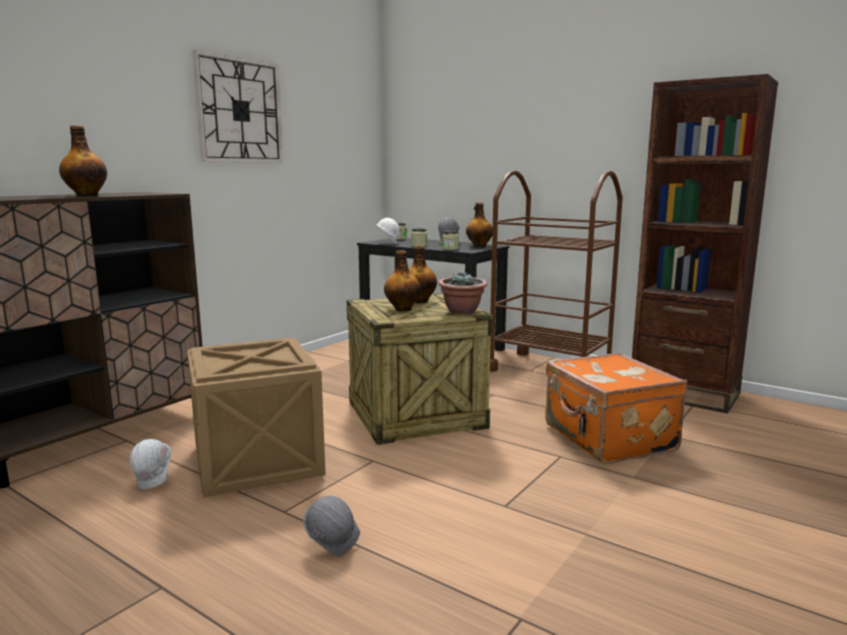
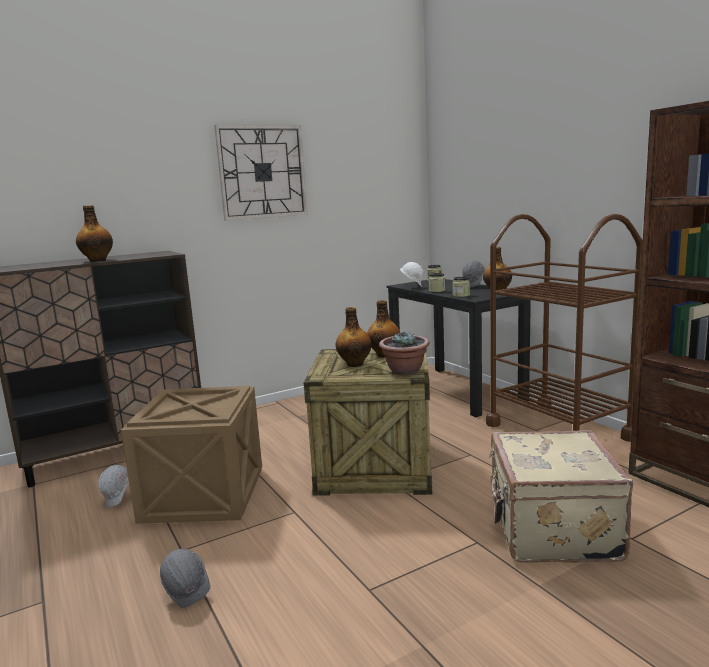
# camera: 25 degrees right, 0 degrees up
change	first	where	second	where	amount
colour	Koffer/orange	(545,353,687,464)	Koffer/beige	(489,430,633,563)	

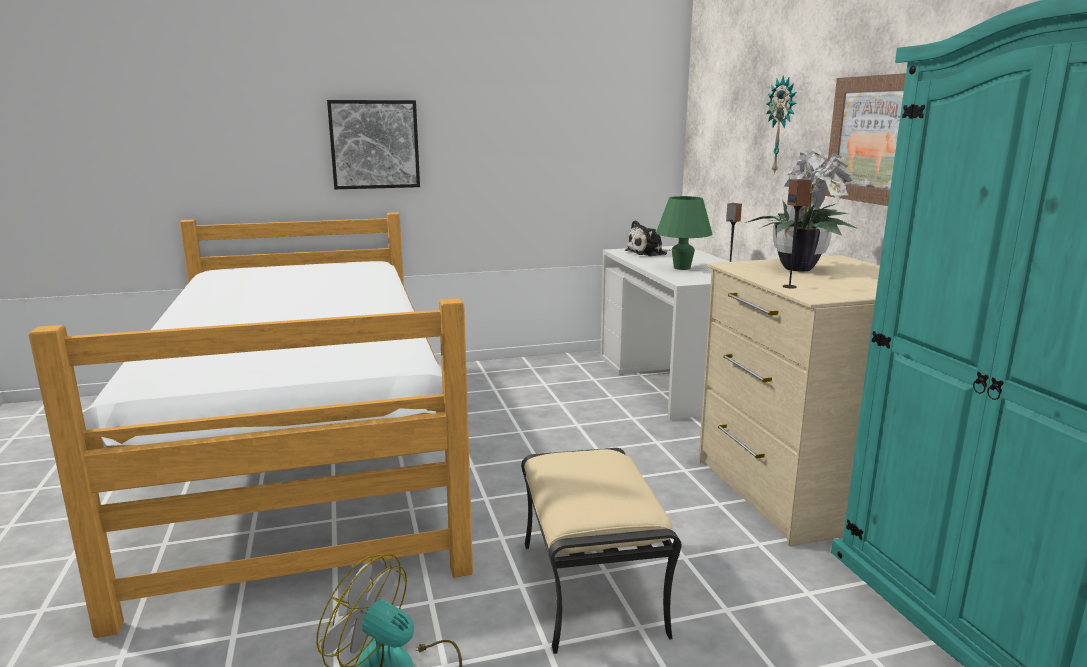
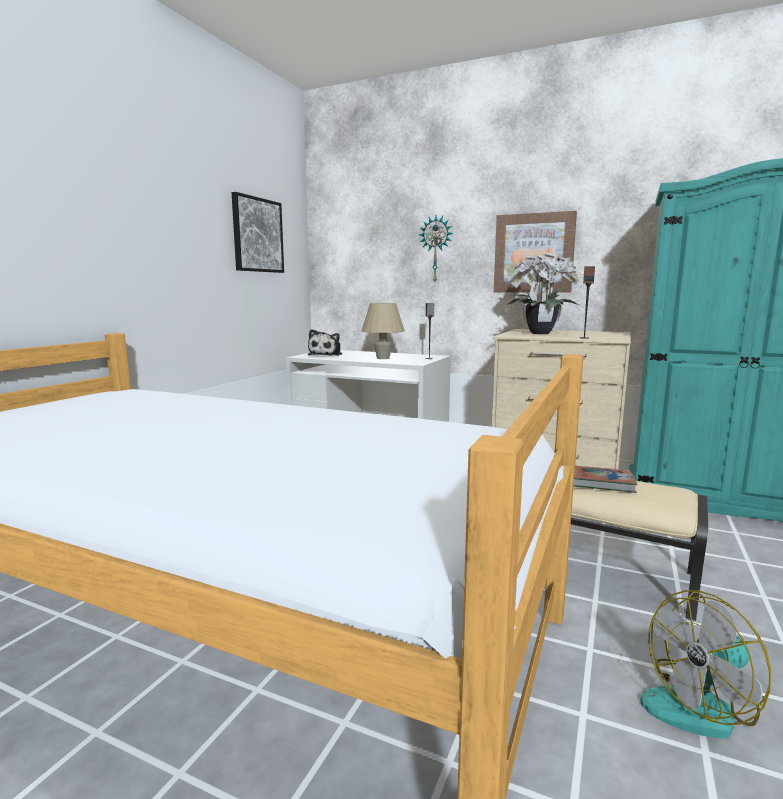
# camera: 50 degrees left, 5 degrees down
change	first	where	second	where	amount
relocated	Bild	(327,100,420,189)		(232,192,284,273)	
colour	Tischlampe/grün	(656,196,712,270)	Tischlampe/beige	(362,303,405,359)	
appeared			Buch	(574,466,638,493)	

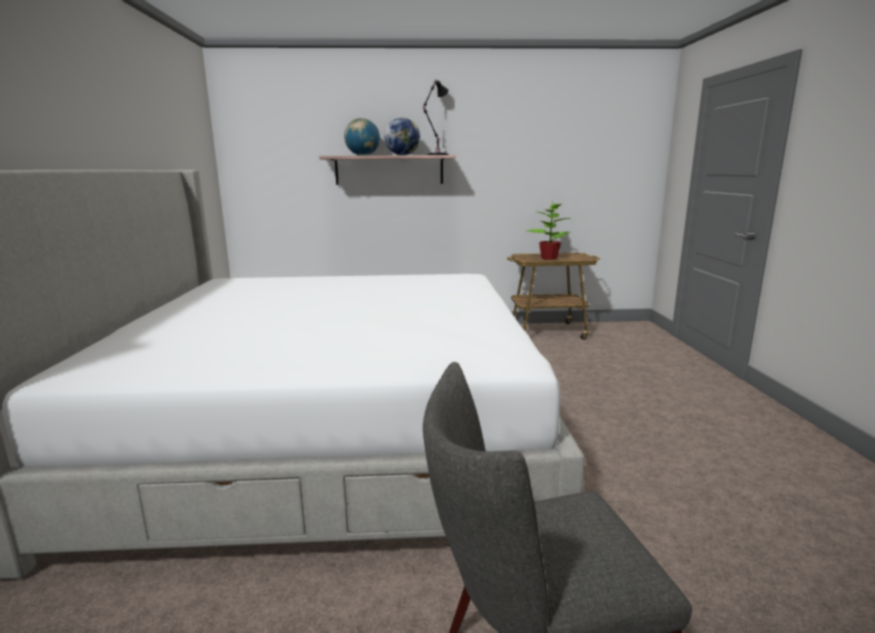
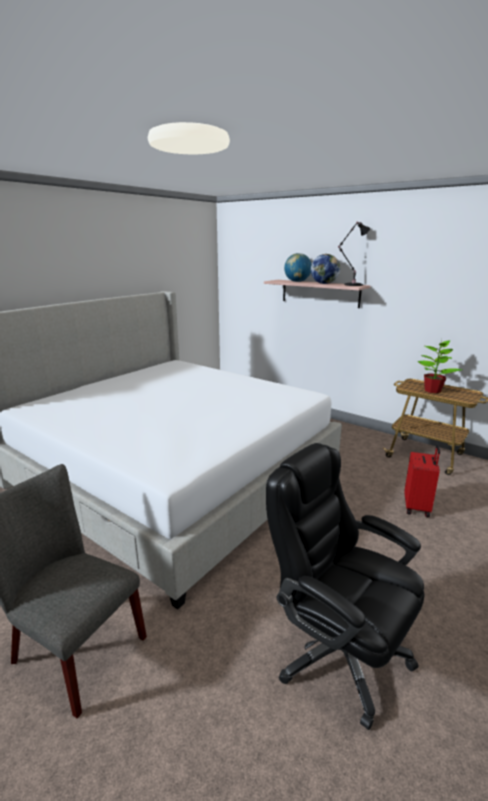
# camera: 40 degrees right, 5 degrees up
change	first	where	second	where	amount
appeared			Bürostuhl/schwarz	(266,443,425,730)	
appeared			Koffer/rot	(404,445,440,517)	

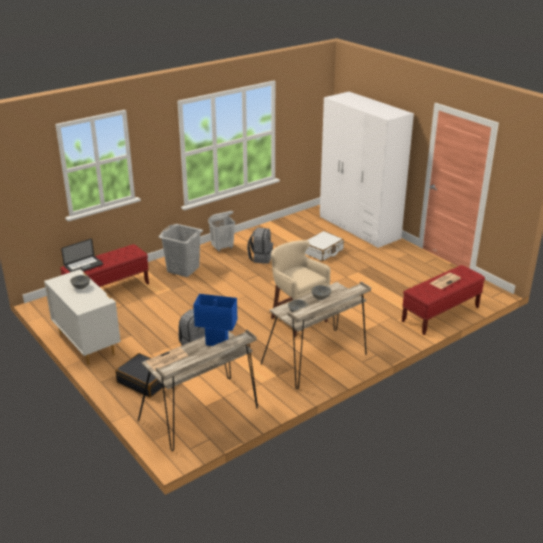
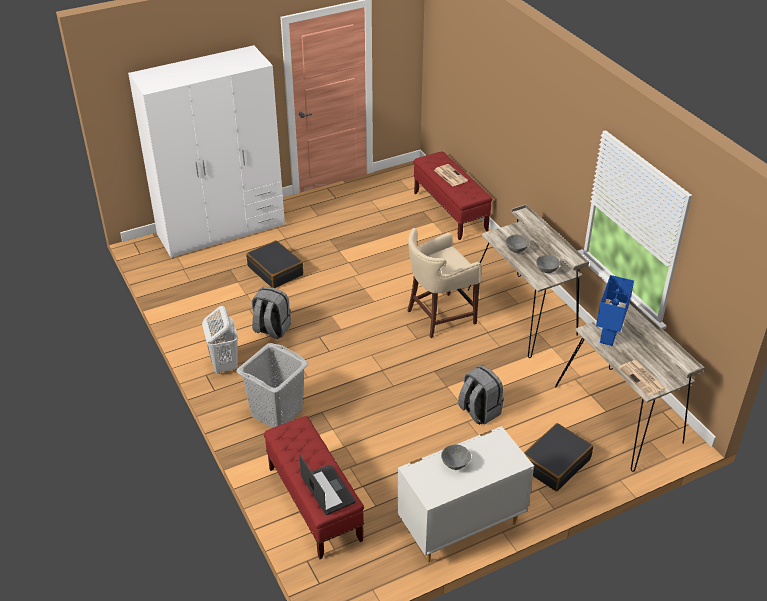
# camera: 80 degrees left, 10 degrees up
change	first	where	second	where	amount
colour	Koffer/weiß	(305,231,344,261)	Koffer/schwarz	(246,240,303,288)	

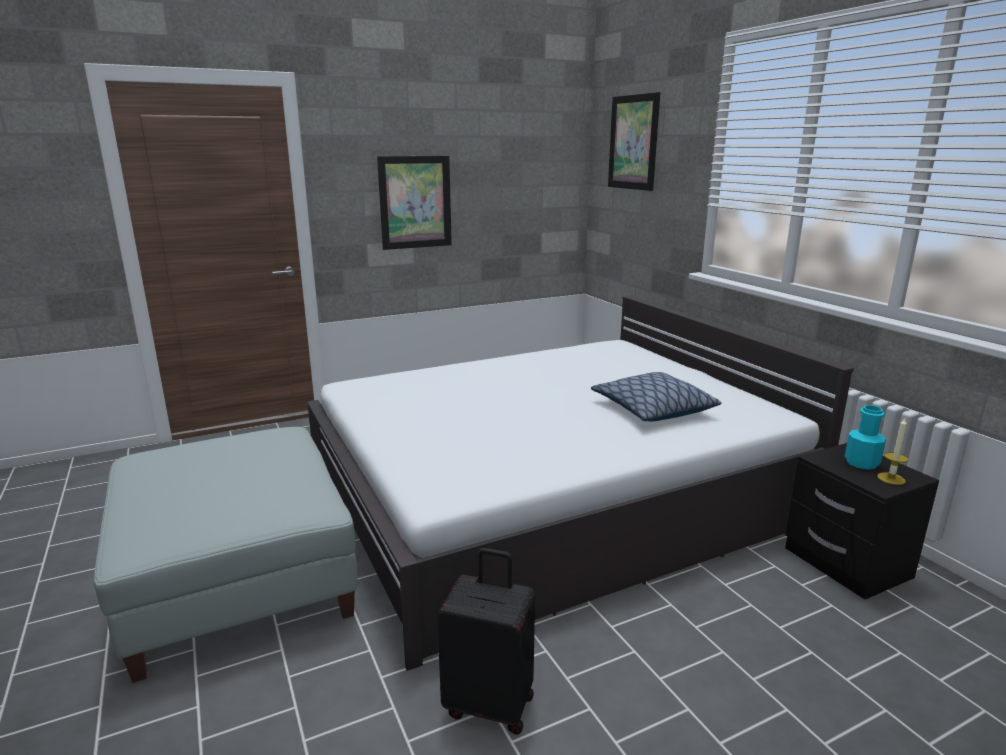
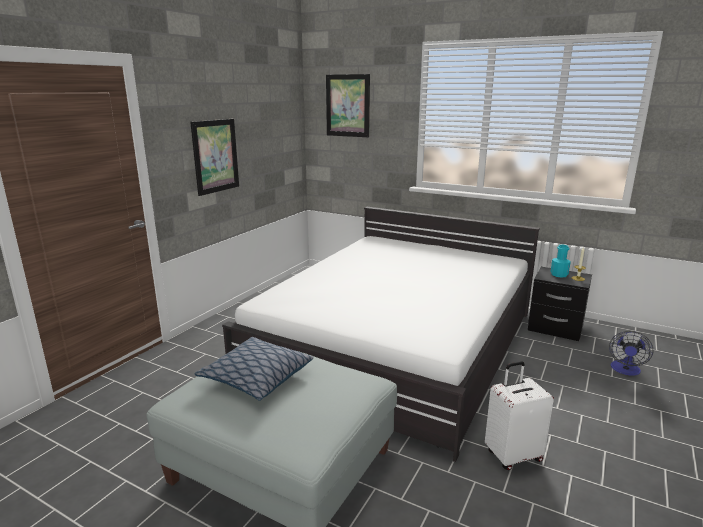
# camera: 35 degrees left, 0 degrees up
change	first	where	second	where	amount
relocated	Kissen	(591,372,722,421)		(195,337,313,401)	
colour	Koffer/schwarz	(437,548,535,735)	Koffer/weiß	(485,361,554,470)	
appeared			Ventilator	(609,331,654,376)	

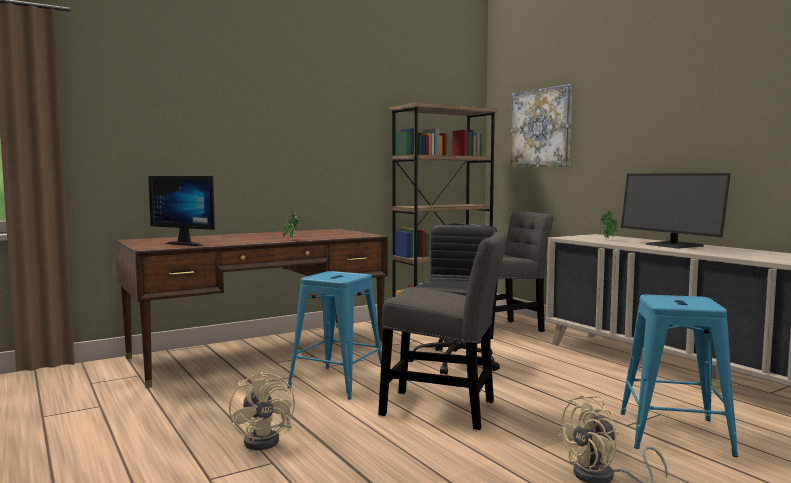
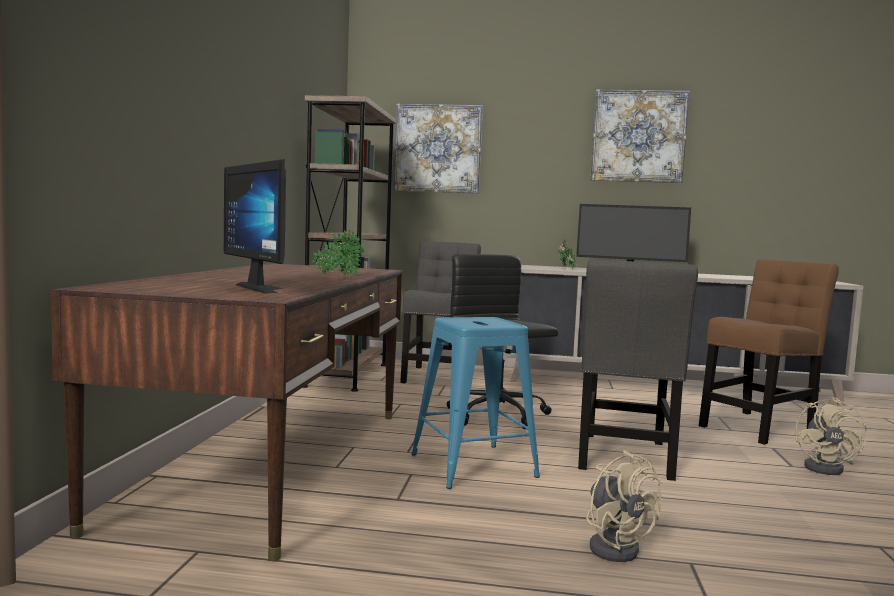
# camera: 50 degrees left, 0 degrees up
change	first	where	second	where	amount
spun	Monitor	(148,175,215,246)		(224,159,286,293)	75 degrees clockwise
spun	Stuhl/grau	(378,232,506,430)		(578,260,698,481)	135 degrees clockwise
spun	Ventilator/beige	(229,370,295,450)		(586,450,662,562)	45 degrees clockwise
appeared			Bild	(590,89,690,183)	
exchanged	Hocker/blau	(620,295,738,457)	Stuhl/braun	(699,259,839,445)	

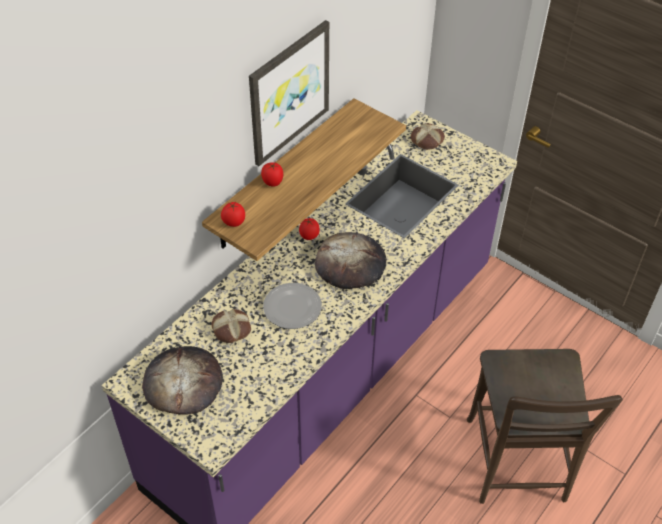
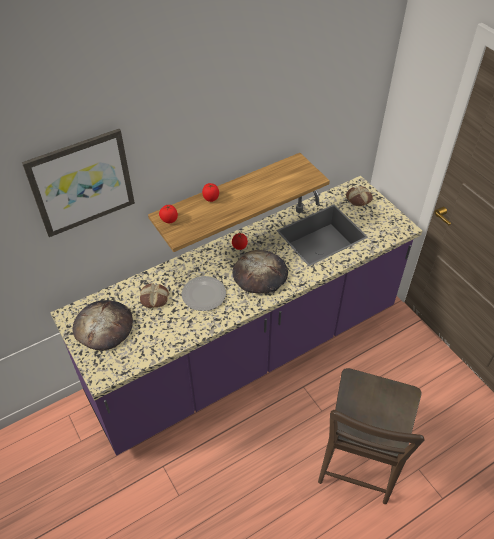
# camera: 20 degrees right, 0 degrees up
change	first	where	second	where	amount
relocated	Bild	(249,20,329,166)		(22,129,135,237)	

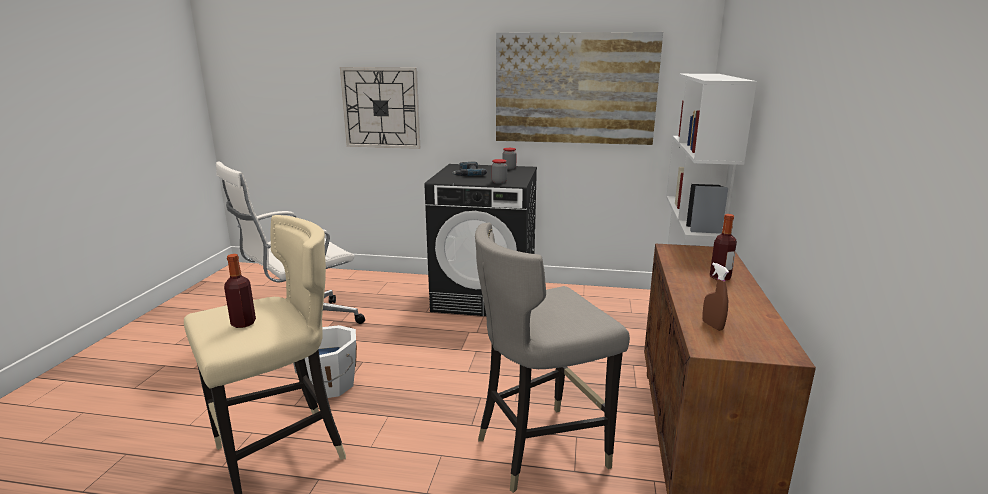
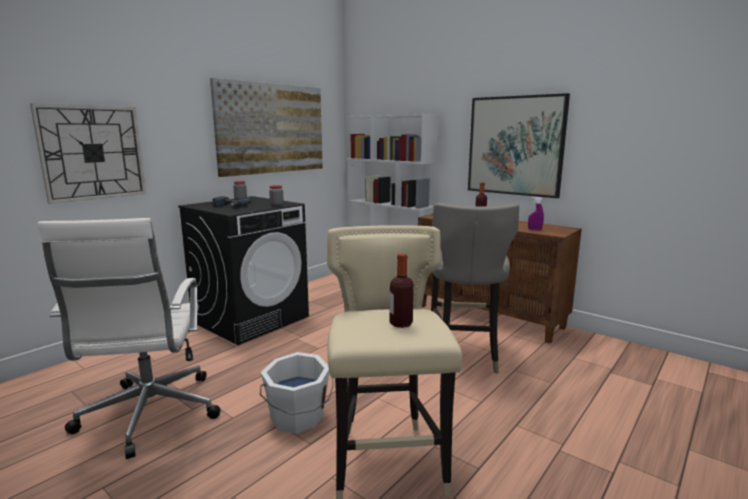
# camera: 60 degrees left, 5 degrees down
change	first	where	second	where	amount
appeared			Bild	(468,93,570,198)	
colour	Sprühflasche/braun	(702,263,729,331)	Sprühflasche/lila	(528,197,544,230)	

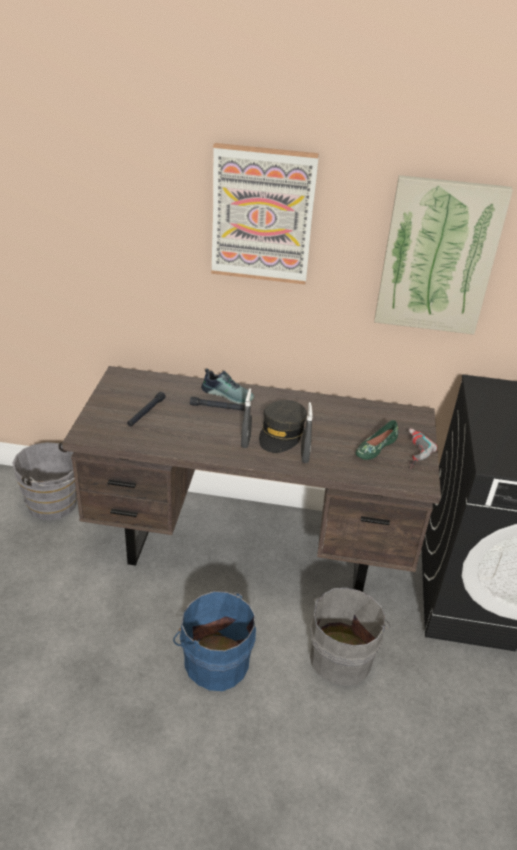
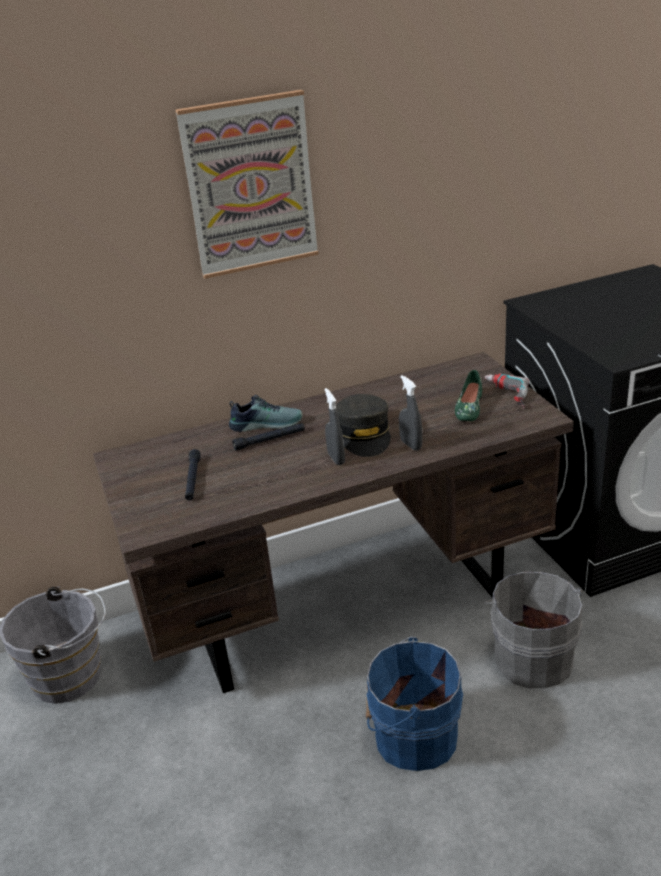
# camera: 25 degrees left, 5 degrees down
change	first	where	second	where	amount
missing	Bild	(374,175,513,335)			

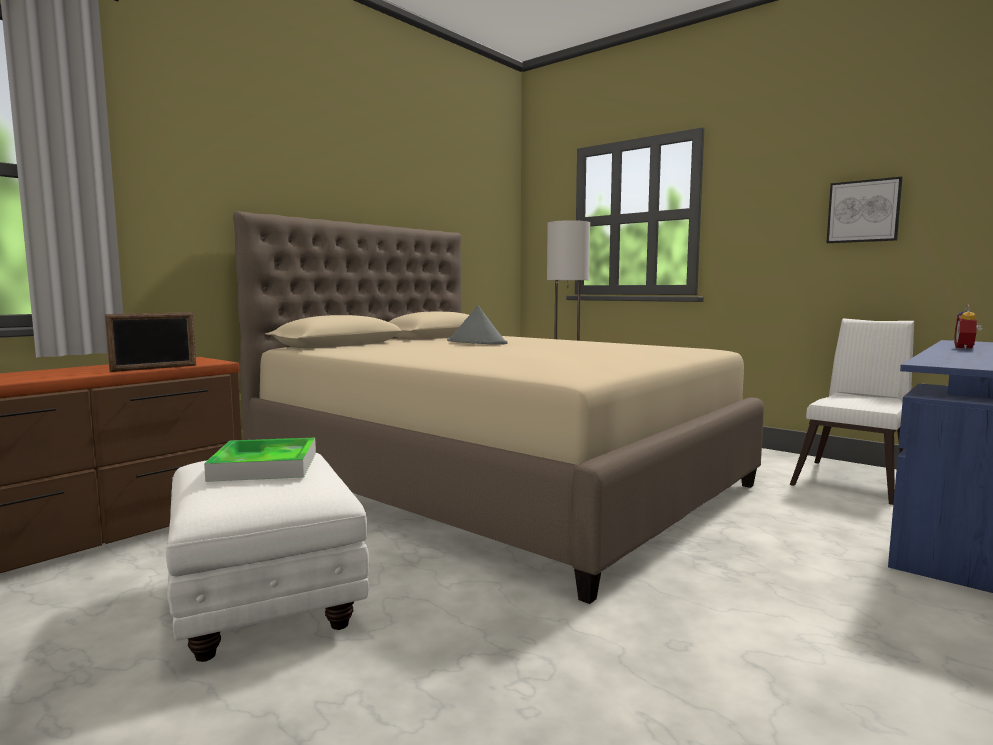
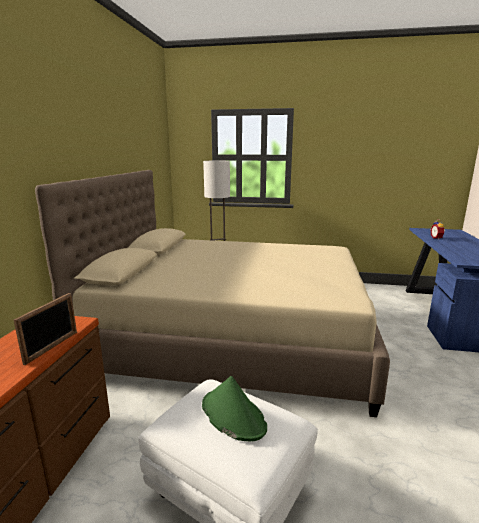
# camera: 30 degrees left, 10 degrees up
change	first	where	second	where	amount
exchanged	Tablett	(204,438,316,482)	Hut/grün	(202,376,267,441)	
missing	Hut/grau	(447,306,507,345)			
missing	Stuhl/weiß	(790,318,914,505)			
missing	Bild	(826,177,902,243)			

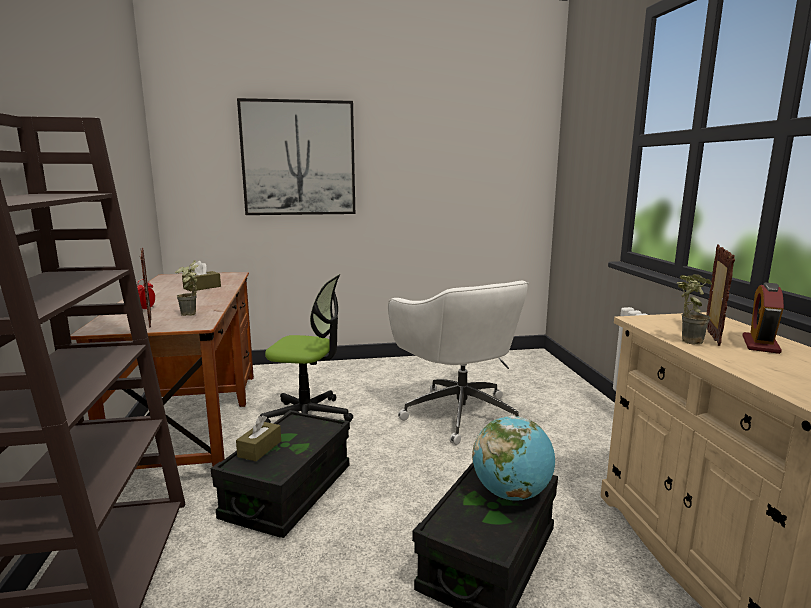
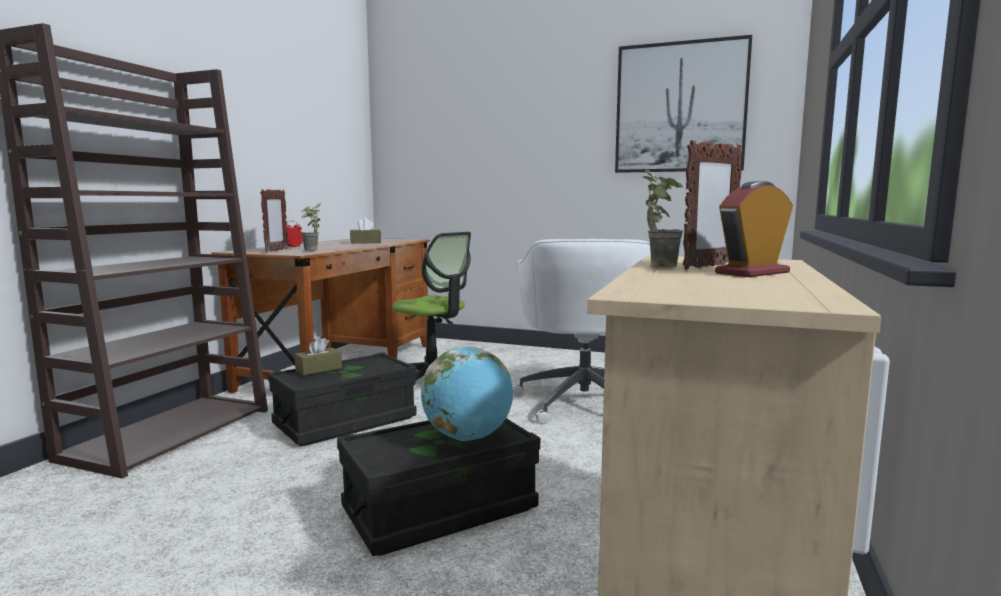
# camera: 30 degrees right, 5 degrees down
change	first	where	second	where	amount
relocated	Bild	(237,98,355,215)		(615,35,752,173)	

